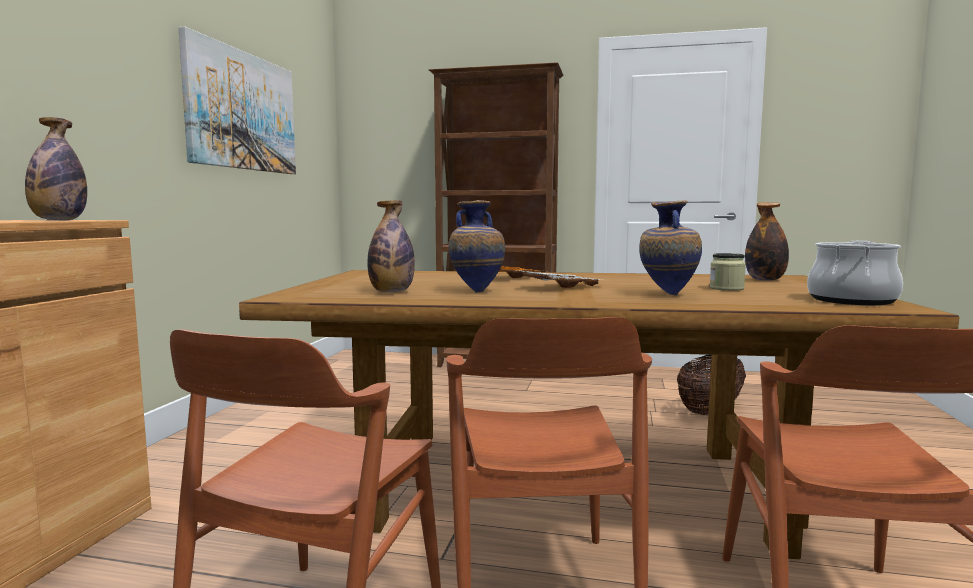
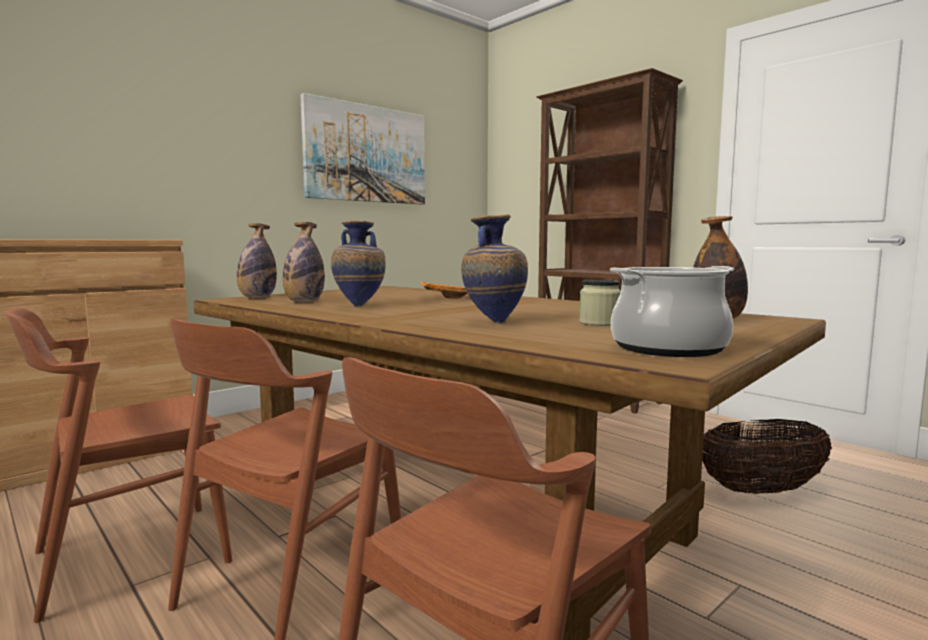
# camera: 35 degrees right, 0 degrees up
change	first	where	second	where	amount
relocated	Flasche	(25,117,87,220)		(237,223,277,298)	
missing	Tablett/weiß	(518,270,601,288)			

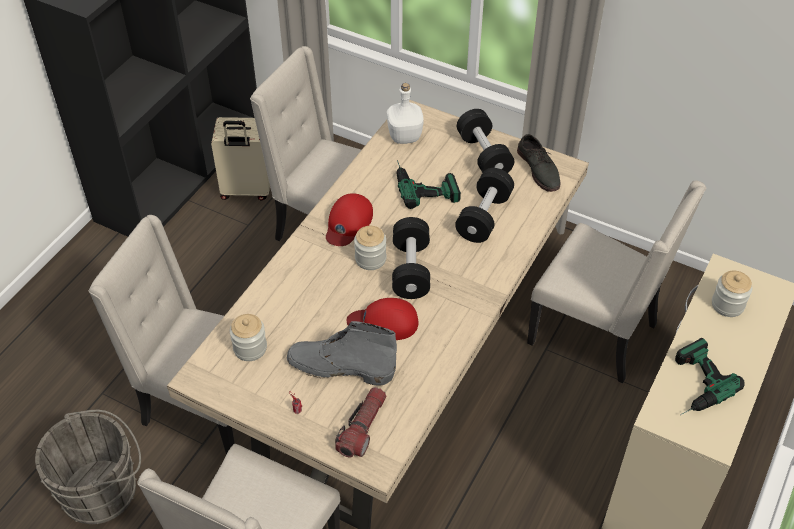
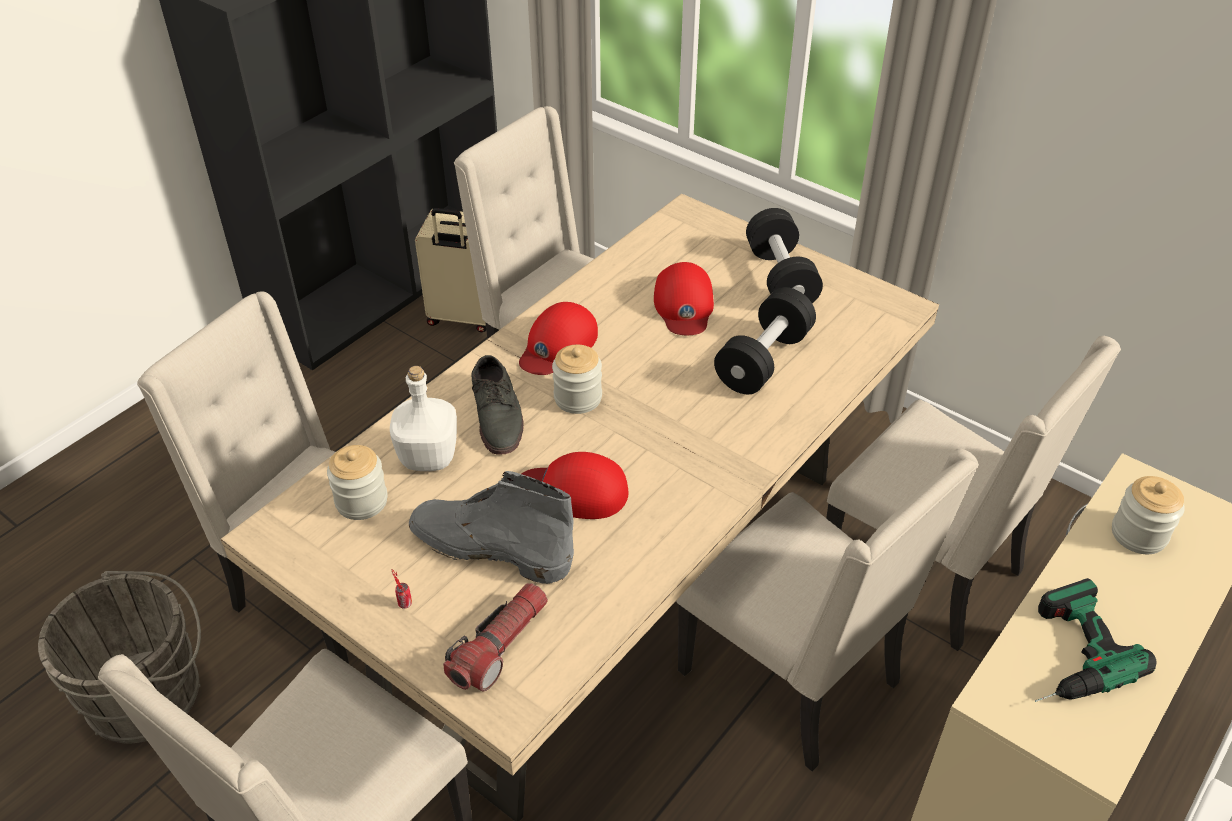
# camera: 10 degrees right, 5 degrees down
change	first	where	second	where	amount
relocated	Flasche/weiß	(387,83,424,144)		(390,366,457,471)	
relocated	Schuh/grau	(517,134,561,192)		(472,355,524,455)	
exchanged	Bohrmaschine	(396,160,461,209)	Kappe/rot	(654,262,714,335)	
appeared			Stuhl/beige	(677,449,979,771)	
missing	Hantel/schwarz	(392,217,430,299)			

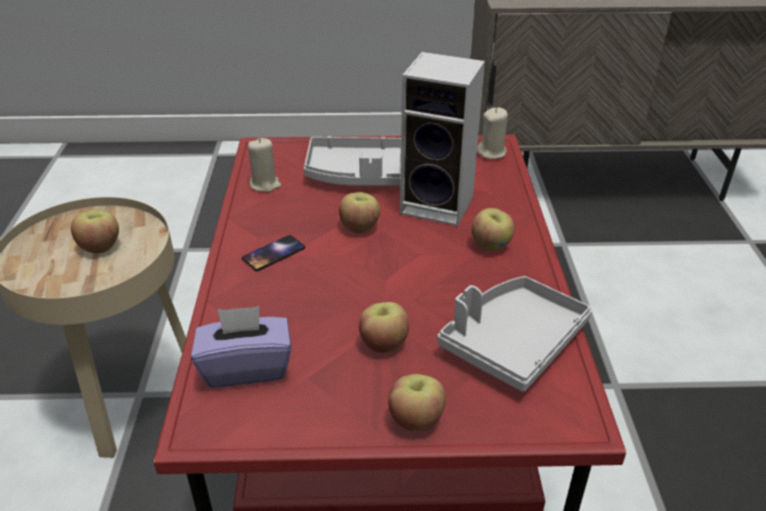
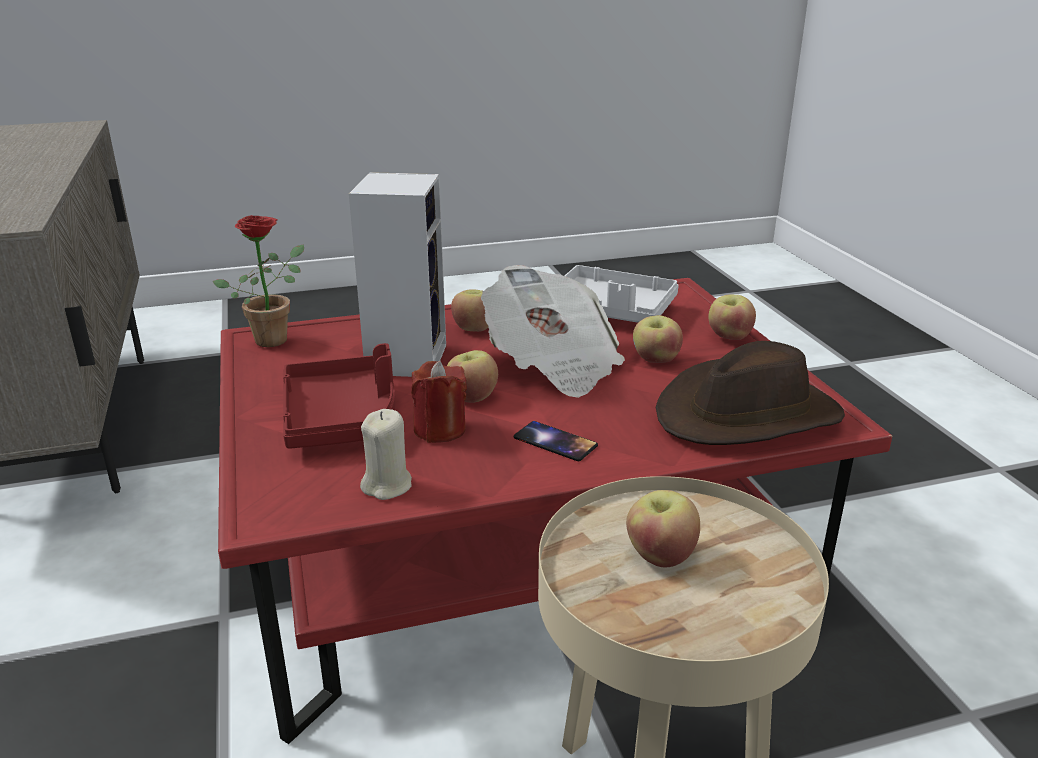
# camera: 105 degrees left, 10 degrees down
change	first	where	second	where	amount
exchanged	Kerze/beige	(477,107,508,159)	Topfpflanze	(213,215,304,347)	
colour	Tablett/grau	(304,136,401,186)	Tablett/rot	(283,343,395,449)	
appeared			Kerze/rot	(411,361,467,443)	
appeared			Zeitung	(481,265,625,398)	
exchanged	Taschentuchbox/lila	(191,306,291,388)	Hut/braun	(656,341,845,445)	

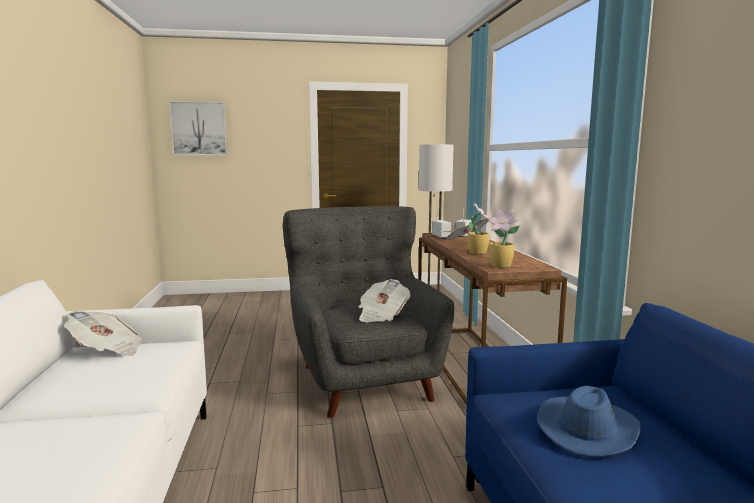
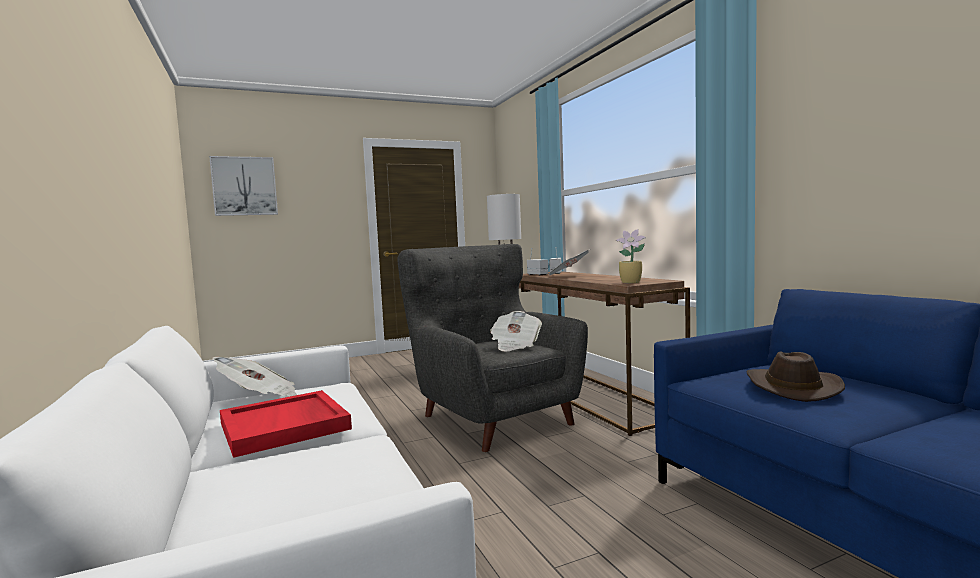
# camera: 15 degrees left, 5 degrees down
change	first	where	second	where	amount
appeared			Tablett/rot	(220,390,352,458)	
colour	Hut/blau	(537,386,641,457)	Hut/braun	(747,352,845,402)	
missing	Topfpflanze	(467,203,490,255)			

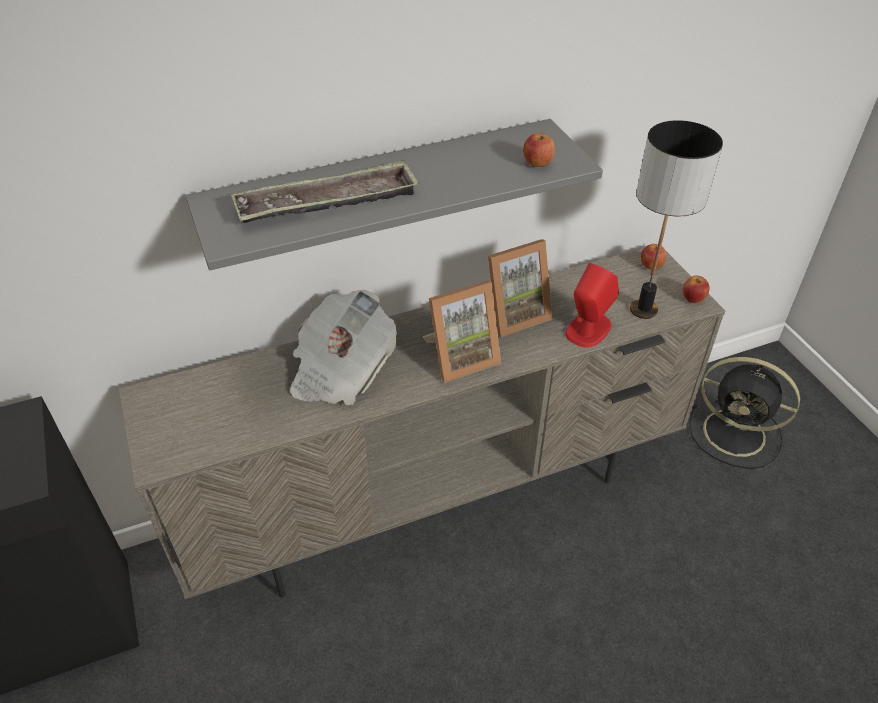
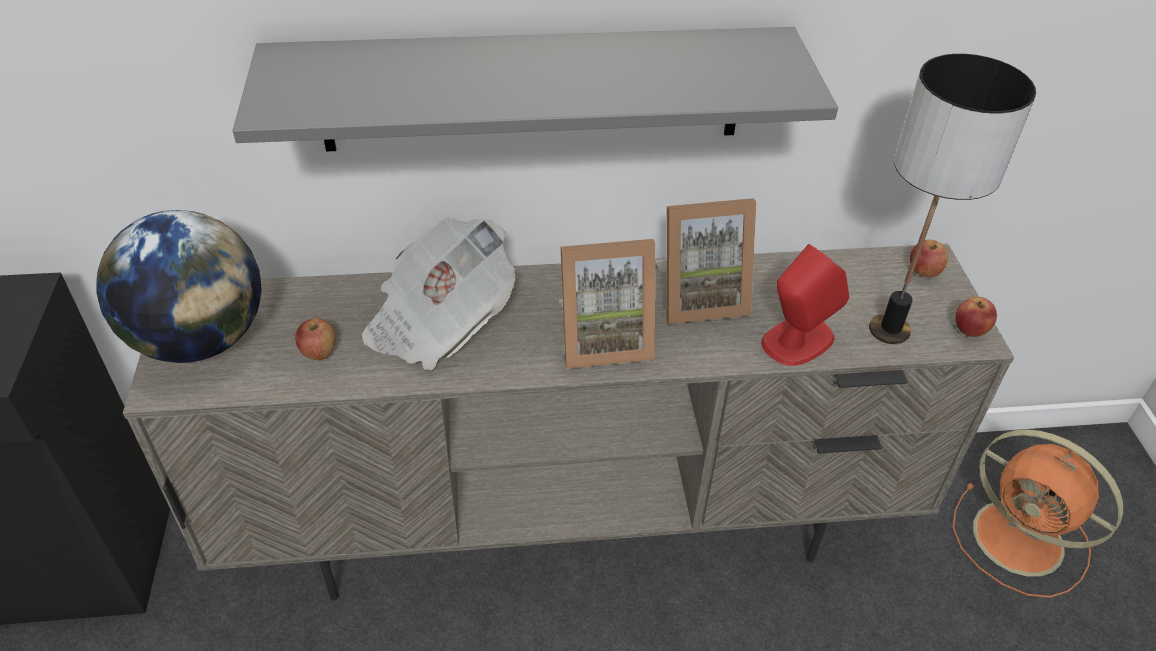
# camera: 15 degrees right, 0 degrees up
change	first	where	second	where	amount
appeared			Globus	(96,210,261,363)	
relocated	Apfel	(523,133,555,167)		(295,318,336,360)	
colour	Ventilator/schwarz	(689,357,800,469)	Ventilator/orange	(952,429,1123,598)	
missing	Tablett	(231,160,419,223)			

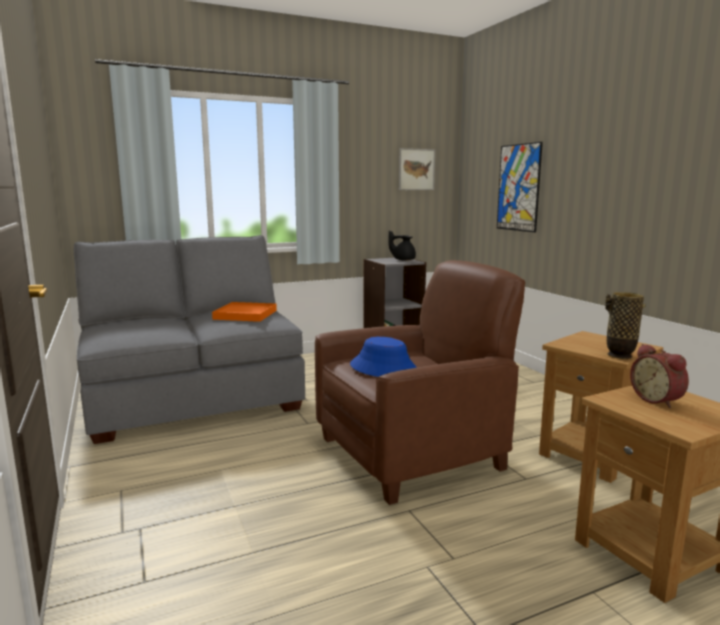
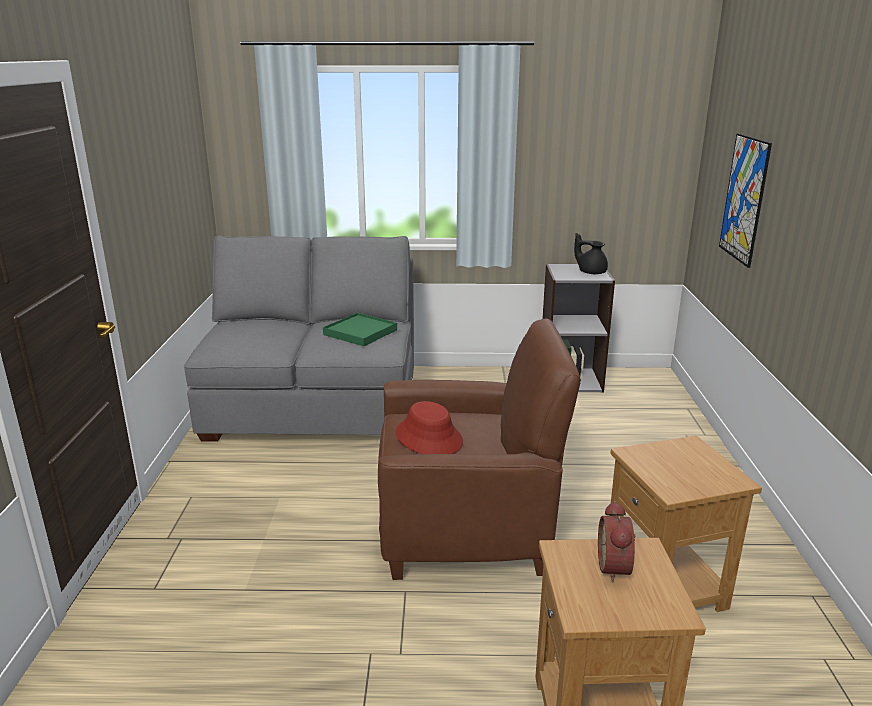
# camera: 25 degrees right, 10 degrees up
change	first	where	second	where	amount
colour	Tablett/orange	(212,302,277,322)	Tablett/grün	(323,313,397,346)	
colour	Hut/blau	(350,337,417,377)	Hut/rot	(396,401,463,454)	
missing	Bild	(399,148,435,190)			
missing	Vase	(605,292,645,359)			

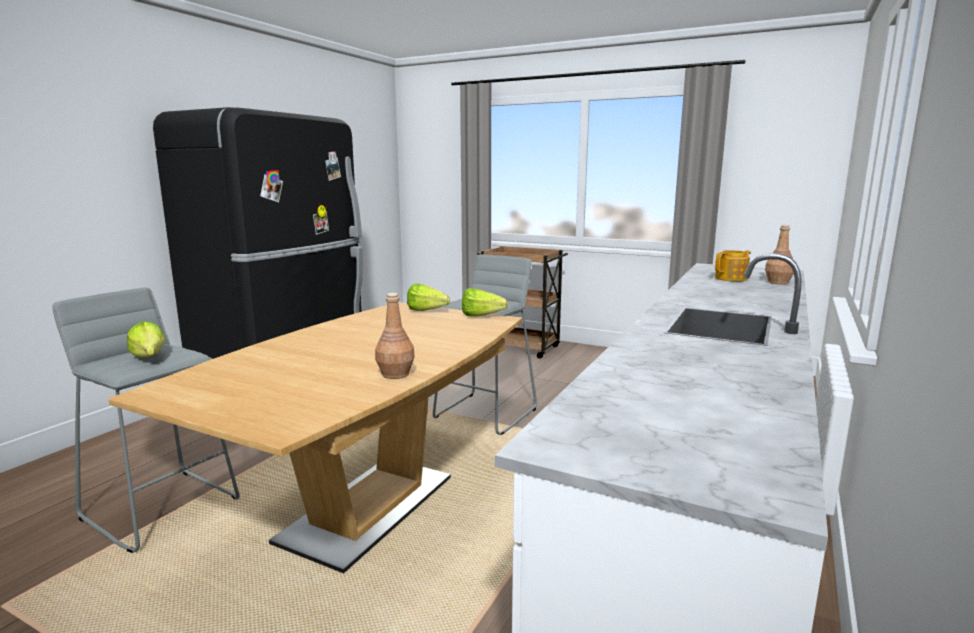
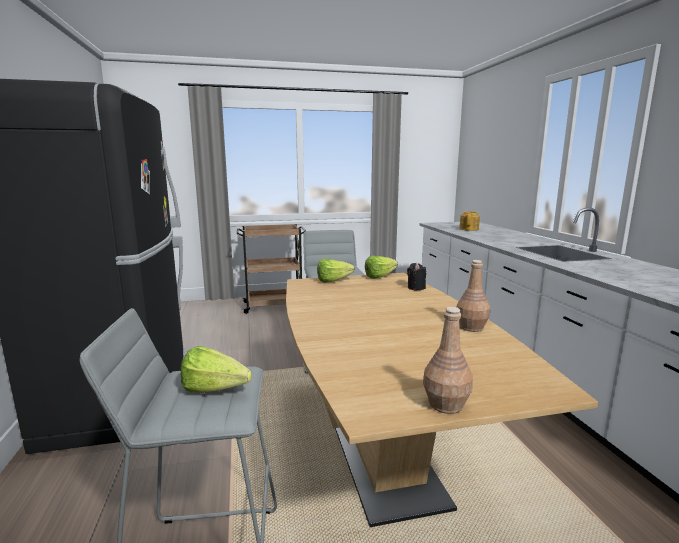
# camera: 40 degrees left, 0 degrees up
change	first	where	second	where	amount
appeared			Kerze/schwarz	(407,263,426,290)	
relocated	Flasche/braun	(765,225,794,284)		(423,307,473,414)	

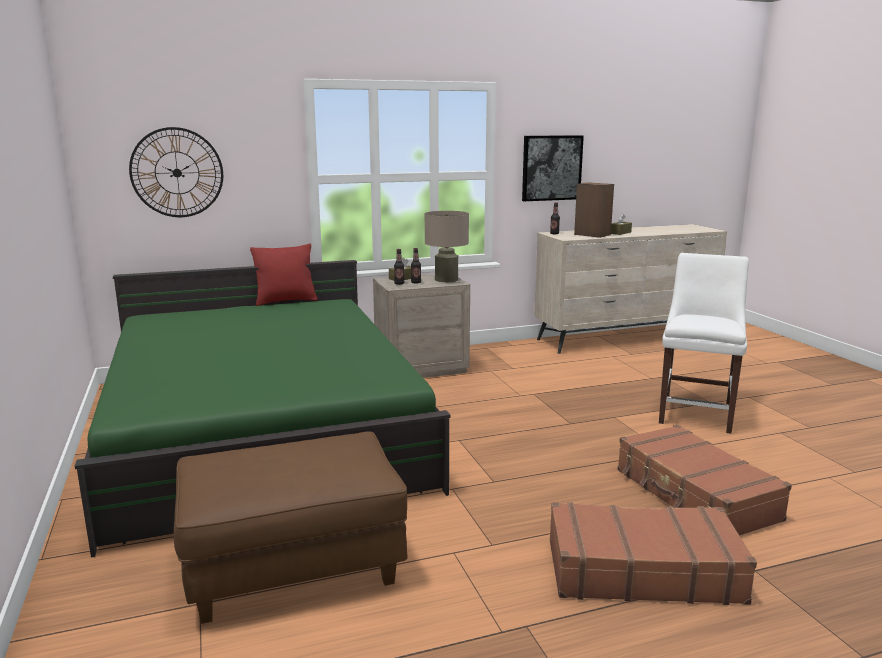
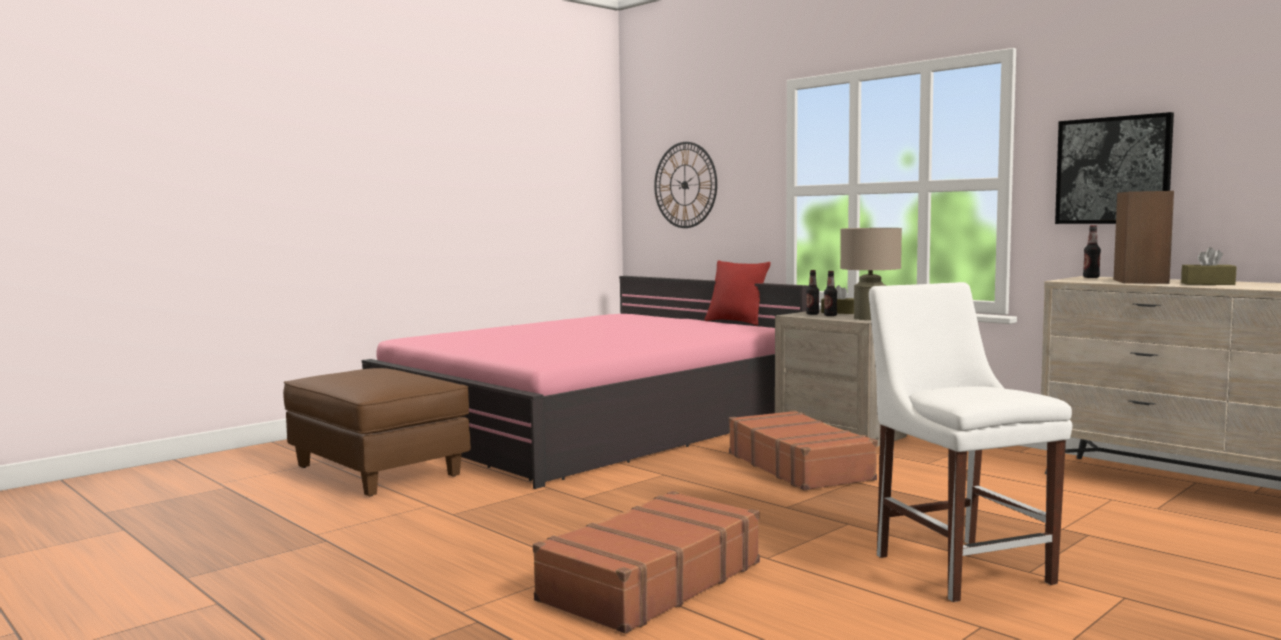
# camera: 65 degrees right, 10 degrees down
change	first	where	second	where	amount
colour	Bett/grün	(75,260,450,557)	Bett/rosa	(362,276,809,489)	
relocated	Koffer/braun	(550,502,757,605)		(729,410,878,491)	
spun	Stuhl/weiß	(659,253,749,434)		(869,282,1072,602)	105 degrees counterclockwise

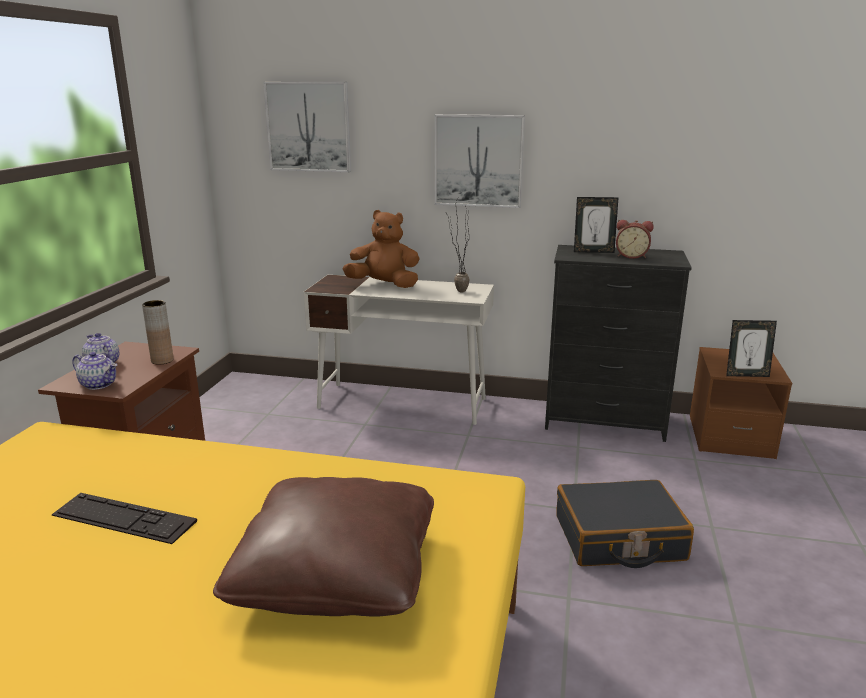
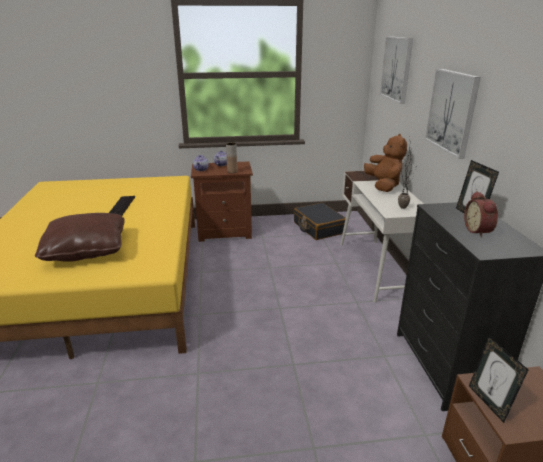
# camera: 70 degrees right, 5 degrees up
change	first	where	second	where	amount
relocated	Koffer/schwarz	(556,480,694,568)		(294,202,346,240)	

